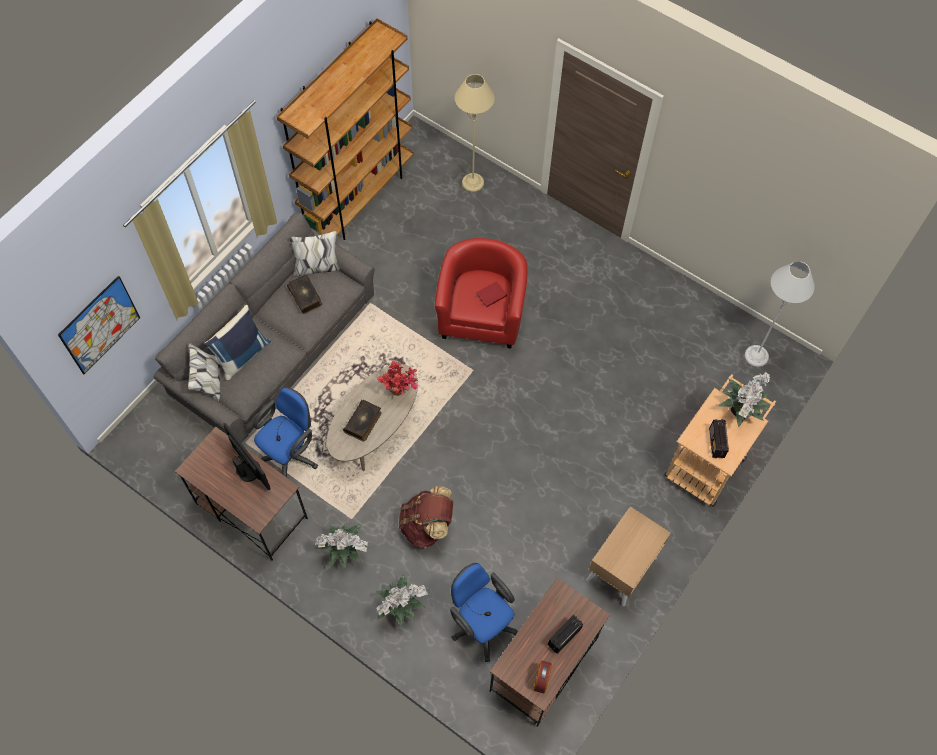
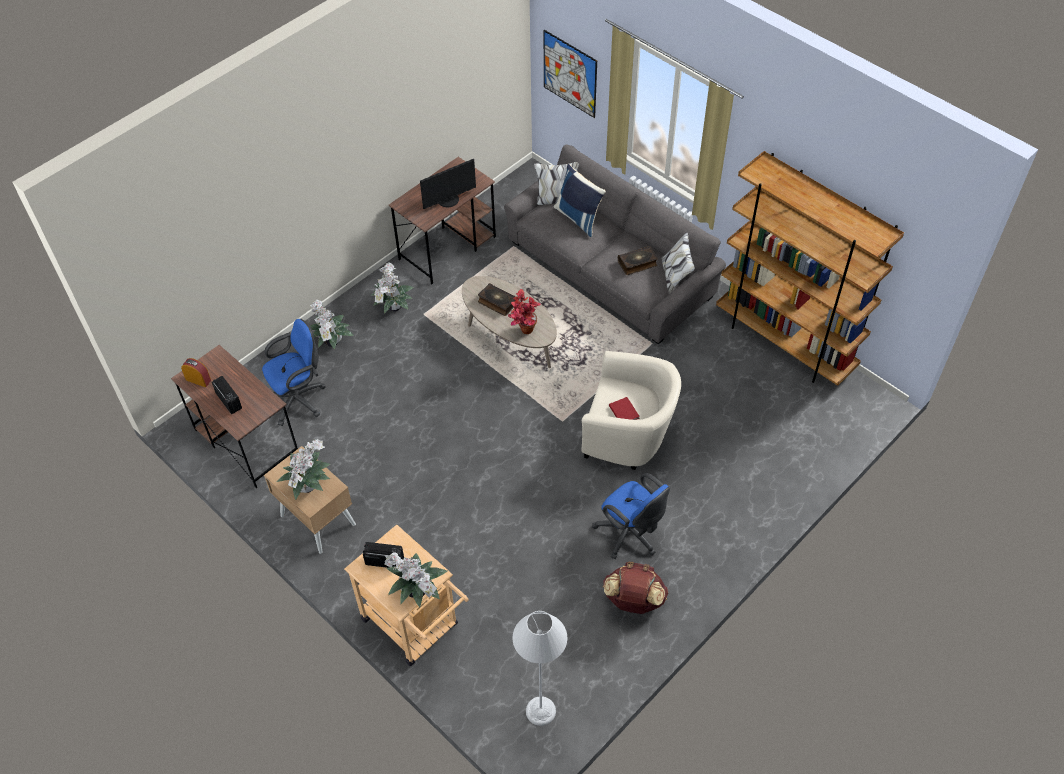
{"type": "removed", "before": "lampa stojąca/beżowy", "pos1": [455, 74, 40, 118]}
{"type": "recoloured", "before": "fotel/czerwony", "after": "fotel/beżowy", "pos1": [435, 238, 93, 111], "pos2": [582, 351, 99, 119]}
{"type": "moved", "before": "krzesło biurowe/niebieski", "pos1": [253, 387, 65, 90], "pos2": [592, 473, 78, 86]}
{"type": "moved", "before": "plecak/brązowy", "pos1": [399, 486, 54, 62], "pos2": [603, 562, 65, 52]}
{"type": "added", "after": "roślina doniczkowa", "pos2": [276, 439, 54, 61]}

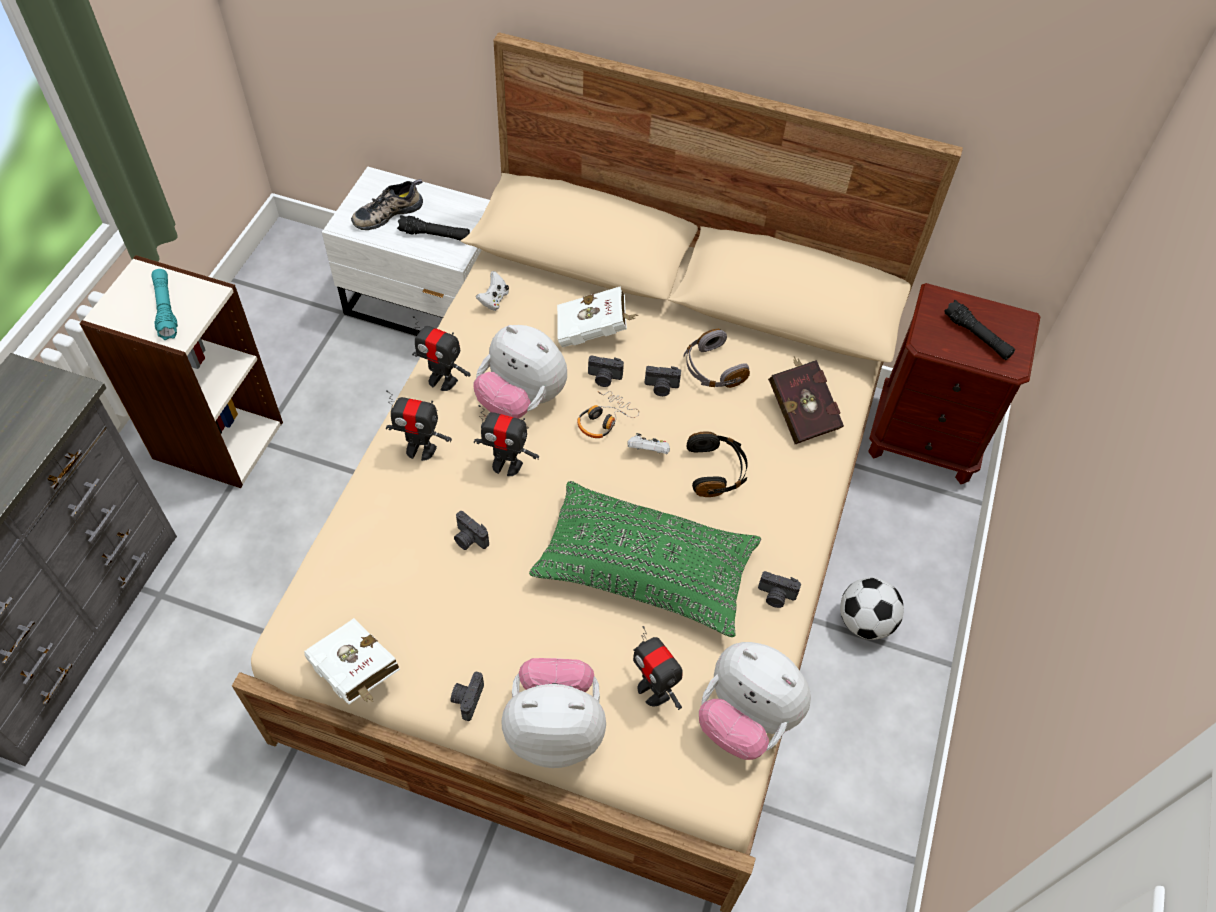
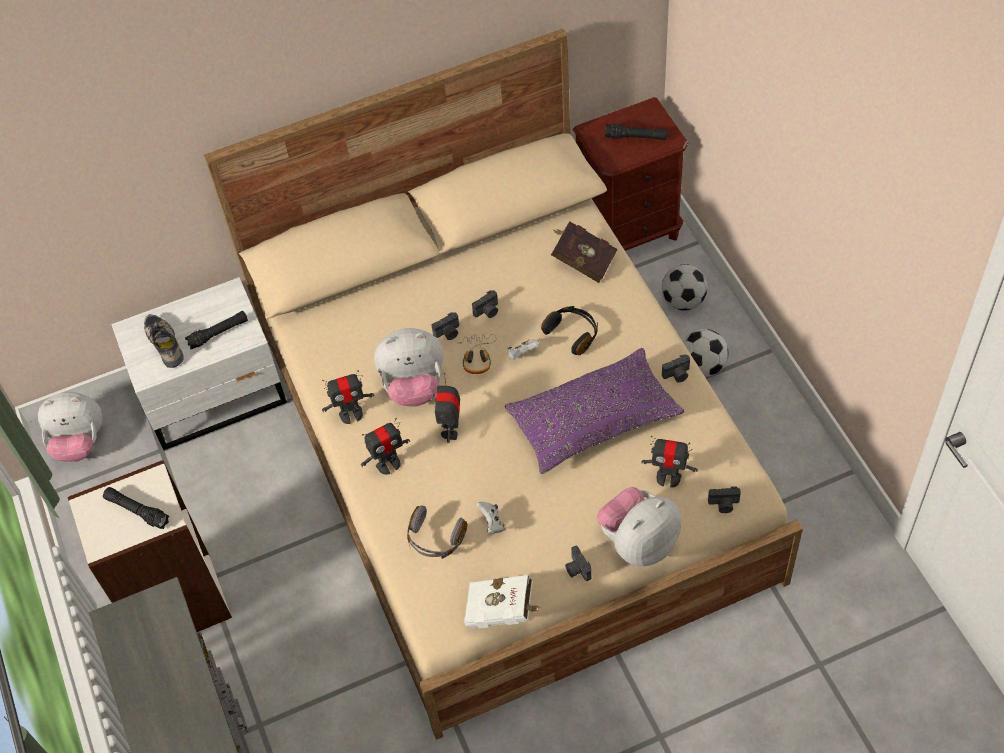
{"type": "turned", "before": "but", "pos1": [351, 179, 72, 51], "pos2": [144, 314, 40, 54], "turn": 135}
{"type": "recoloured", "before": "latarka/turkusowy", "after": "latarka/czarny", "pos1": [151, 269, 27, 71], "pos2": [103, 487, 66, 42]}
{"type": "moved", "before": "pad do gier/biały", "pos1": [476, 271, 33, 40], "pos2": [476, 502, 30, 31]}
{"type": "removed", "before": "książka/biały", "pos1": [557, 286, 81, 61]}
{"type": "moved", "before": "słuchawki/szary", "pos1": [683, 328, 67, 60], "pos2": [407, 505, 60, 54]}
{"type": "turned", "before": "robot zabawkowy", "pos1": [474, 405, 65, 71], "pos2": [434, 373, 26, 70], "turn": 120}
{"type": "recoloured", "before": "poduszka/zielony", "after": "poduszka/fioletowy", "pos1": [529, 481, 232, 156], "pos2": [505, 348, 179, 126]}
{"type": "moved", "before": "aparat fotograficzny", "pos1": [454, 511, 35, 39], "pos2": [708, 486, 33, 27]}
{"type": "moved", "before": "pluszak", "pos1": [699, 642, 112, 118], "pos2": [38, 392, 65, 70]}
{"type": "added", "after": "piłka futbolowa", "pos2": [662, 264, 45, 47]}

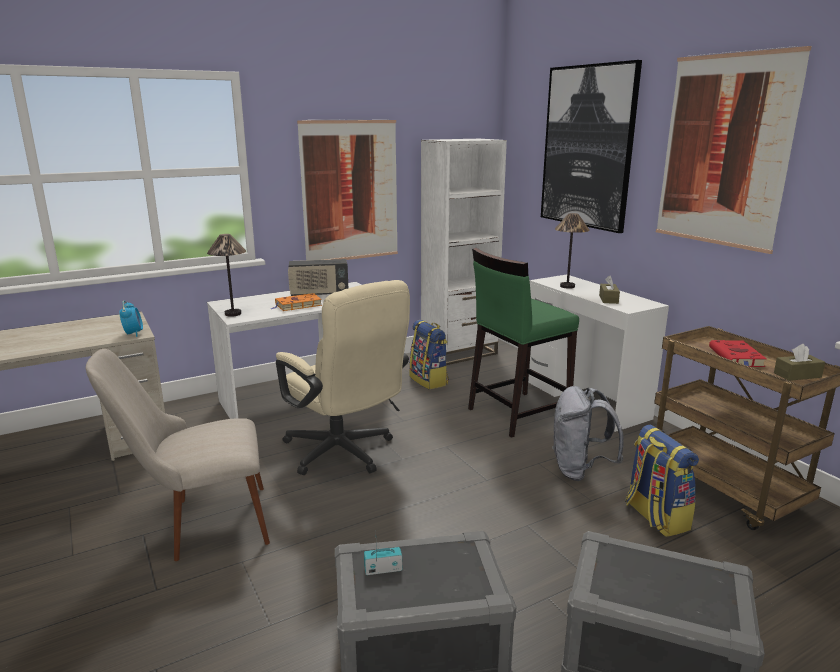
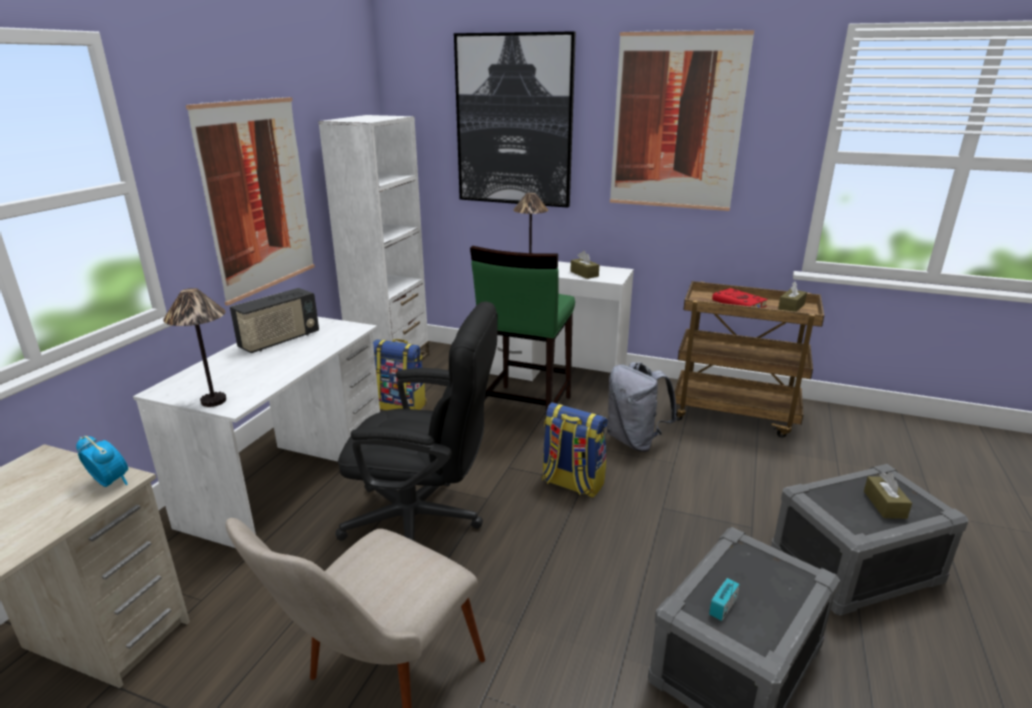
{"type": "recoloured", "before": "krzesło biurowe/beżowy", "after": "krzesło biurowe/czarny", "pos1": [276, 280, 134, 195], "pos2": [335, 301, 163, 240]}
{"type": "removed", "before": "książka/pomarańczowy", "pos1": [271, 293, 51, 18]}
{"type": "moved", "before": "plecak", "pos1": [625, 424, 74, 113], "pos2": [542, 402, 66, 96]}
{"type": "added", "after": "pudełko chusteczek/brązowy", "pos2": [864, 473, 48, 46]}

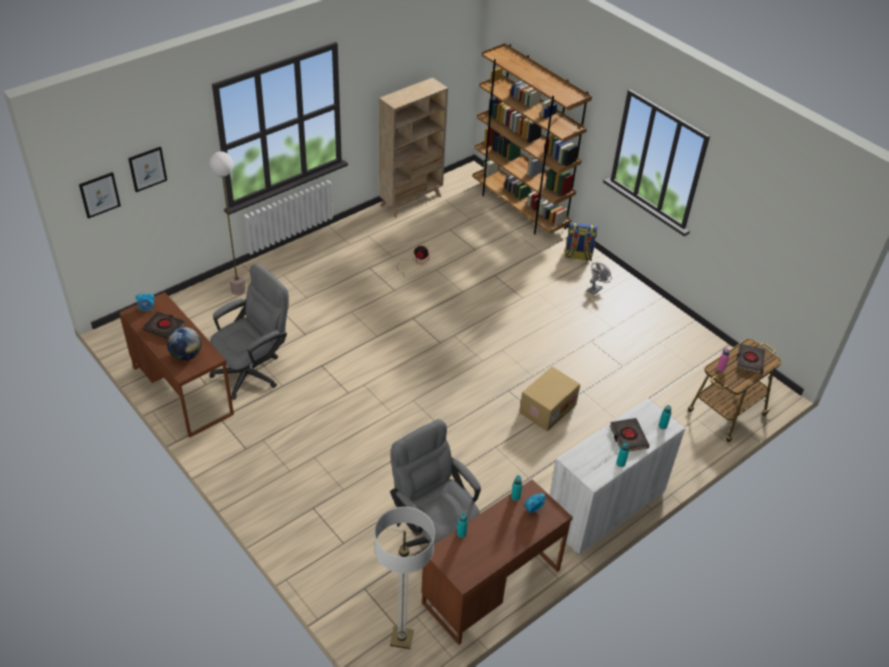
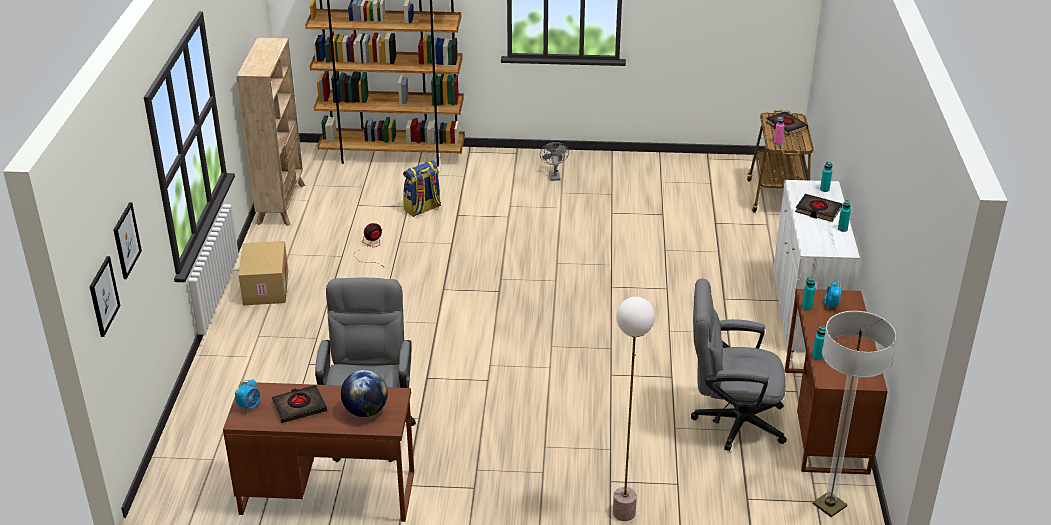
{"type": "moved", "before": "lampa stojąca", "pos1": [209, 151, 36, 144], "pos2": [613, 297, 42, 224]}
{"type": "moved", "before": "plecak", "pos1": [564, 222, 34, 39], "pos2": [403, 160, 38, 57]}
{"type": "moved", "before": "karton", "pos1": [519, 367, 61, 64], "pos2": [239, 241, 49, 64]}

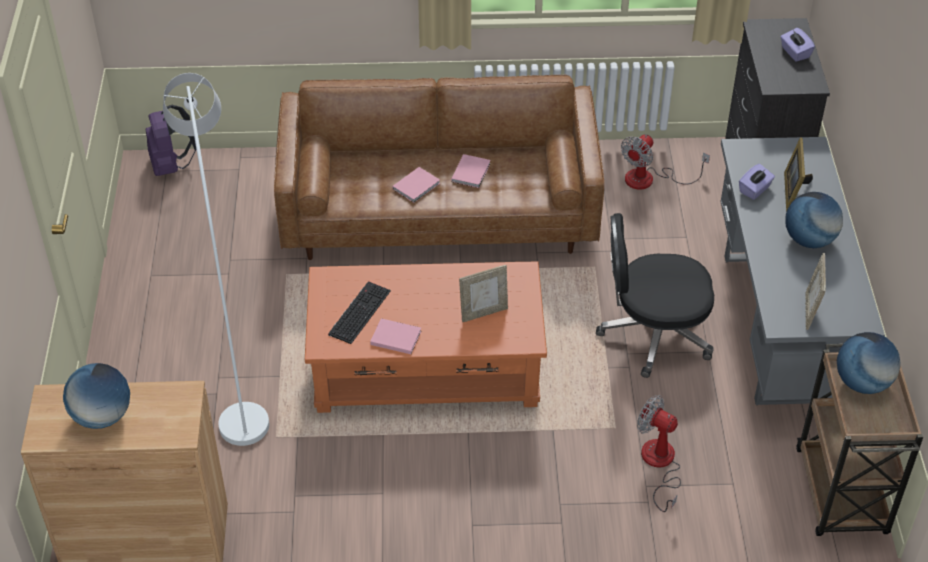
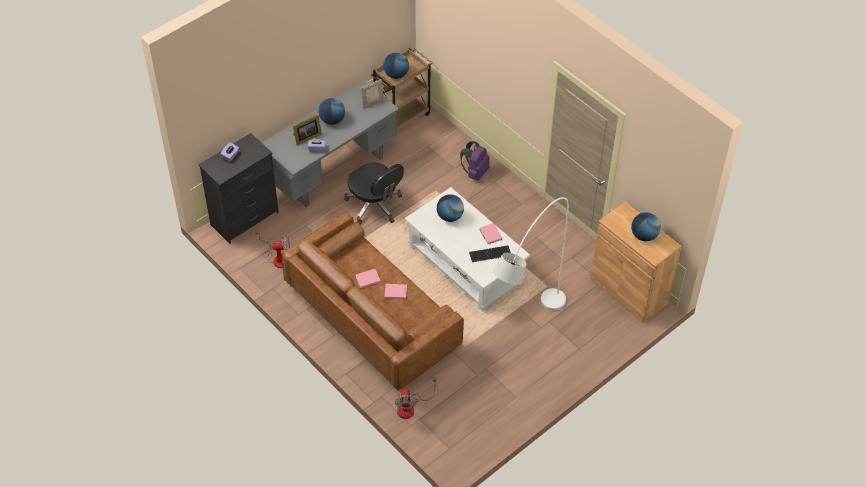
{"type": "moved", "before": "plecak/fioletowy", "pos1": [145, 105, 51, 71], "pos2": [460, 141, 30, 40]}
{"type": "recoloured", "before": "ława/pomarańczowy", "after": "ława/biały", "pos1": [305, 261, 242, 152], "pos2": [405, 187, 125, 124]}
{"type": "replaced", "before": "ramka na zdjęcie", "after": "globus", "pos1": [459, 265, 49, 57], "pos2": [437, 194, 27, 28]}
{"type": "moved", "before": "wentylator", "pos1": [637, 395, 44, 117], "pos2": [395, 378, 42, 41]}

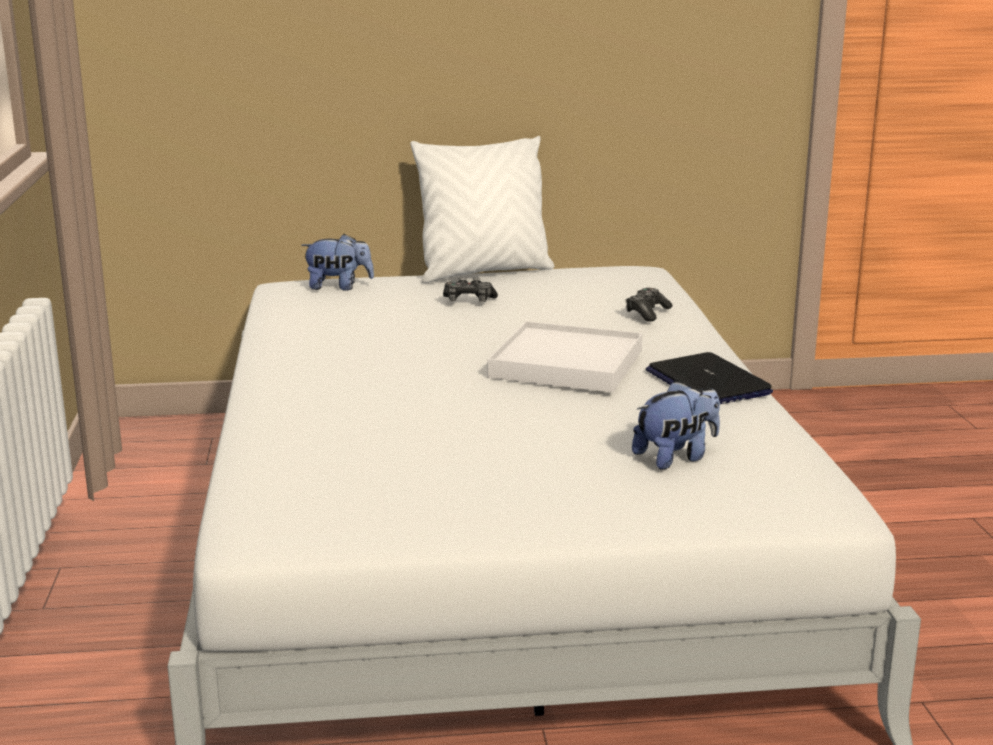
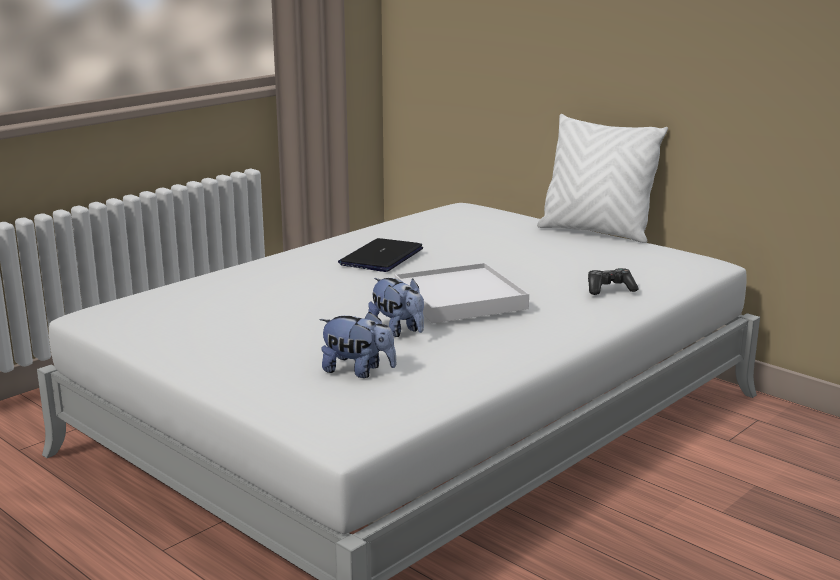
{"type": "moved", "before": "pluszak", "pos1": [301, 234, 73, 57], "pos2": [368, 278, 56, 59]}
{"type": "removed", "before": "pad do gier", "pos1": [443, 277, 55, 25]}
{"type": "moved", "before": "laptop", "pos1": [646, 352, 127, 52], "pos2": [338, 238, 85, 34]}

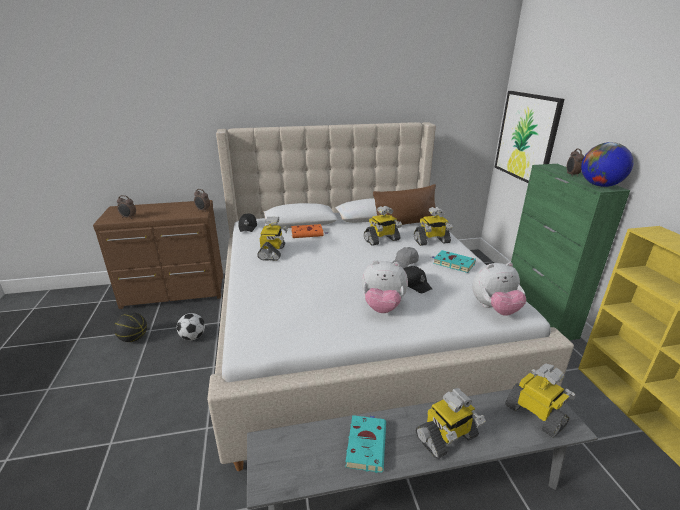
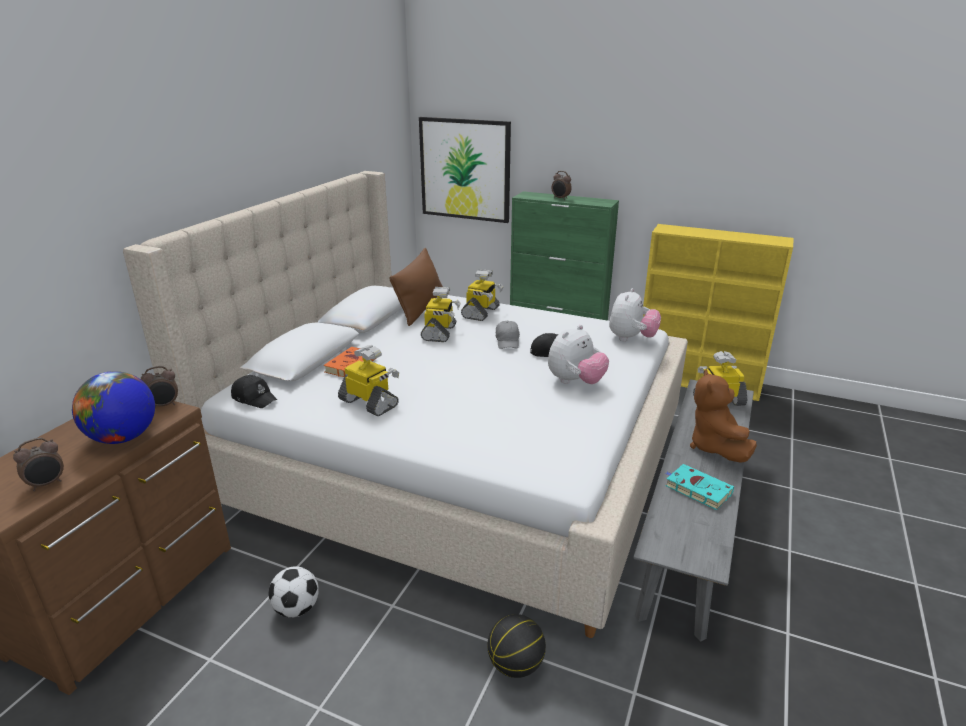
{"type": "moved", "before": "globus", "pos1": [581, 142, 53, 45], "pos2": [72, 371, 83, 73]}
{"type": "removed", "before": "książka/turkusowy", "pos1": [431, 250, 45, 23]}
{"type": "moved", "before": "piłka do koszykówki", "pos1": [114, 312, 33, 30], "pos2": [487, 614, 59, 64]}
{"type": "replaced", "before": "robot zabawkowy", "after": "pluszak/brązowy", "pos1": [416, 388, 70, 71], "pos2": [690, 369, 67, 94]}

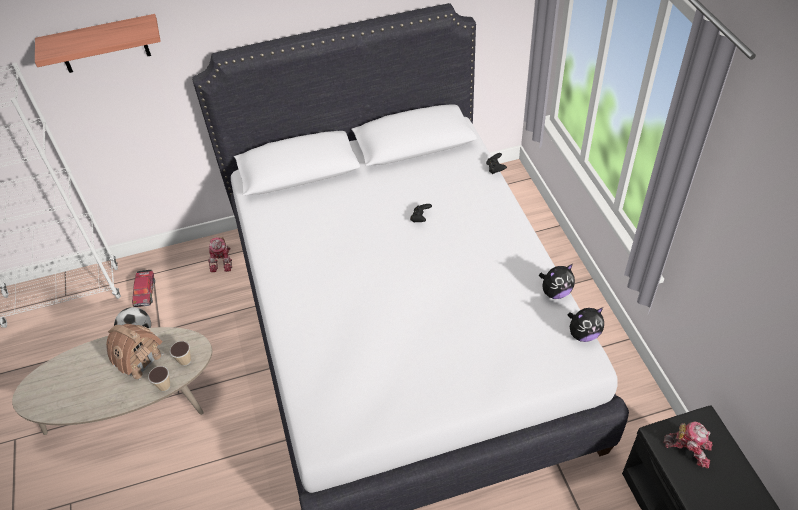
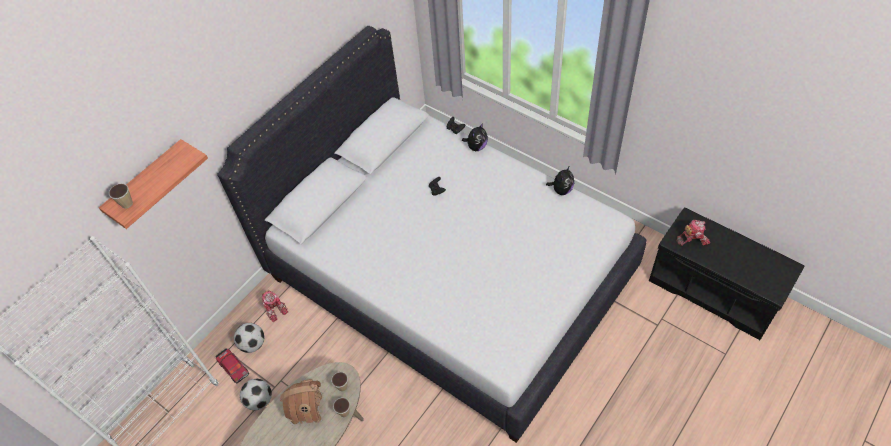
{"type": "moved", "before": "pluszak", "pos1": [568, 307, 36, 35], "pos2": [462, 123, 26, 28]}
{"type": "added", "after": "filiżanka", "pos2": [109, 184, 24, 24]}
{"type": "added", "after": "piłka futbolowa", "pos2": [234, 323, 31, 30]}

